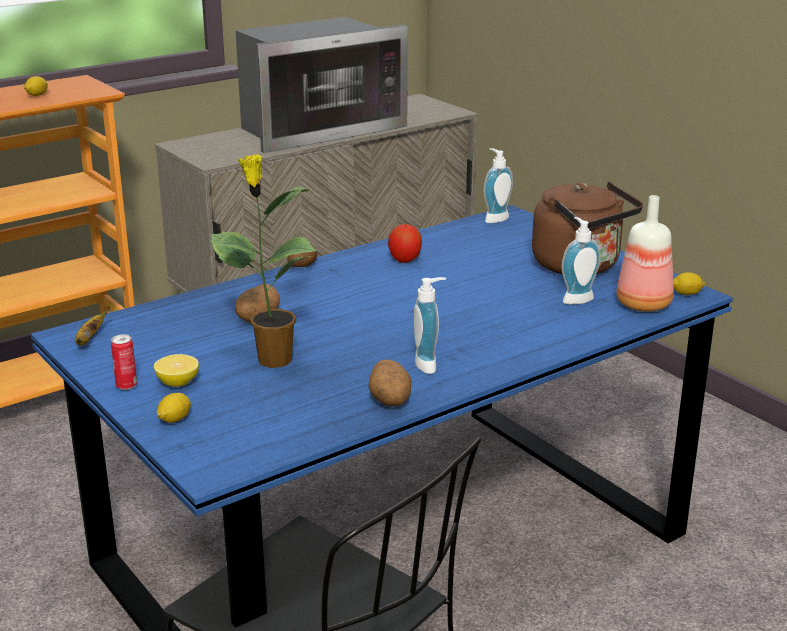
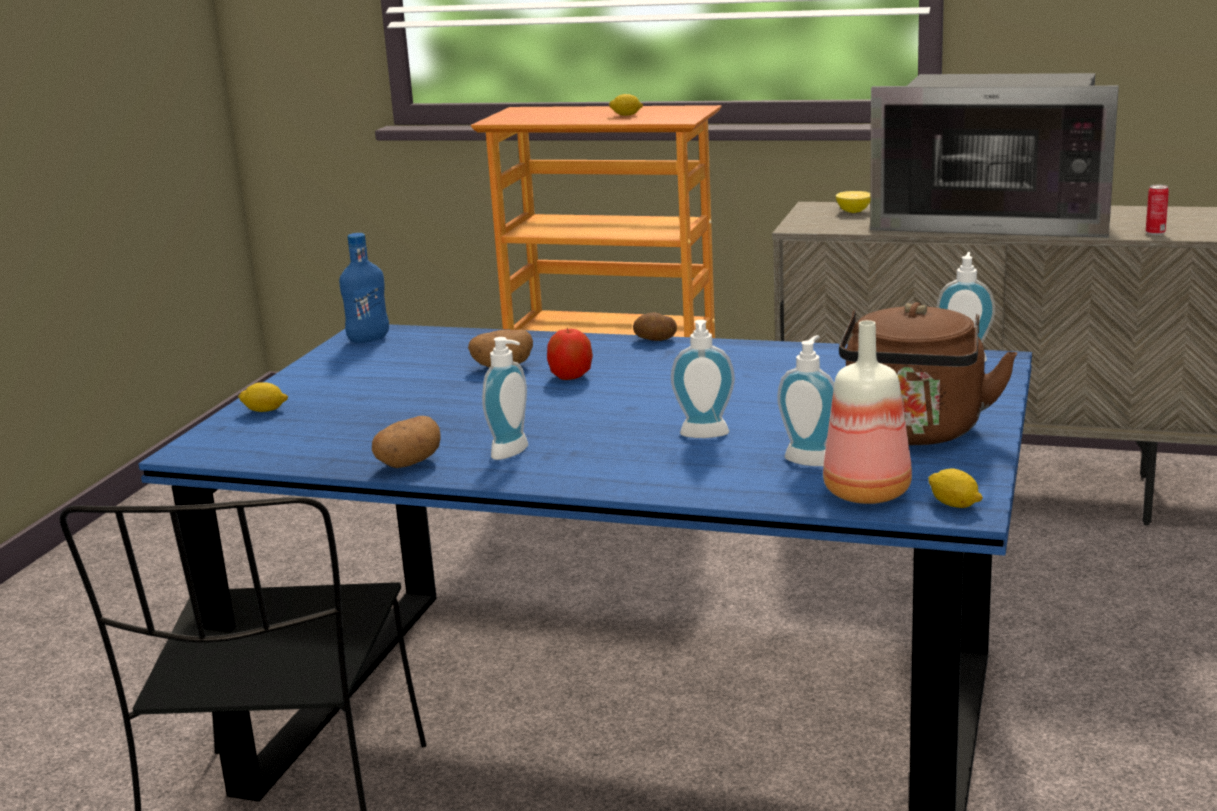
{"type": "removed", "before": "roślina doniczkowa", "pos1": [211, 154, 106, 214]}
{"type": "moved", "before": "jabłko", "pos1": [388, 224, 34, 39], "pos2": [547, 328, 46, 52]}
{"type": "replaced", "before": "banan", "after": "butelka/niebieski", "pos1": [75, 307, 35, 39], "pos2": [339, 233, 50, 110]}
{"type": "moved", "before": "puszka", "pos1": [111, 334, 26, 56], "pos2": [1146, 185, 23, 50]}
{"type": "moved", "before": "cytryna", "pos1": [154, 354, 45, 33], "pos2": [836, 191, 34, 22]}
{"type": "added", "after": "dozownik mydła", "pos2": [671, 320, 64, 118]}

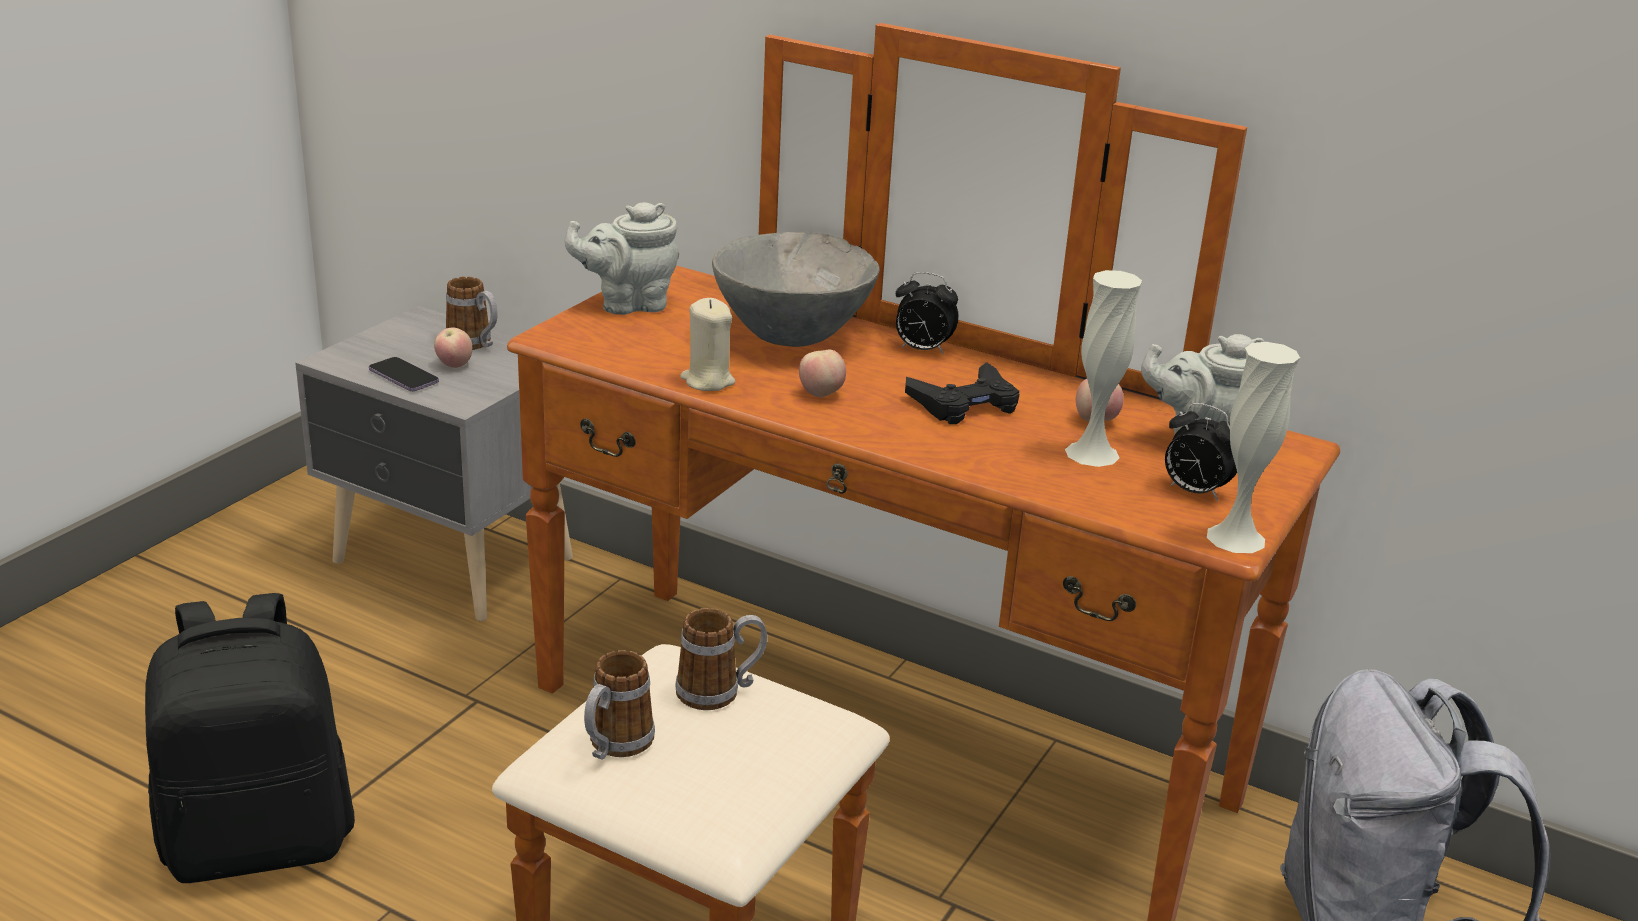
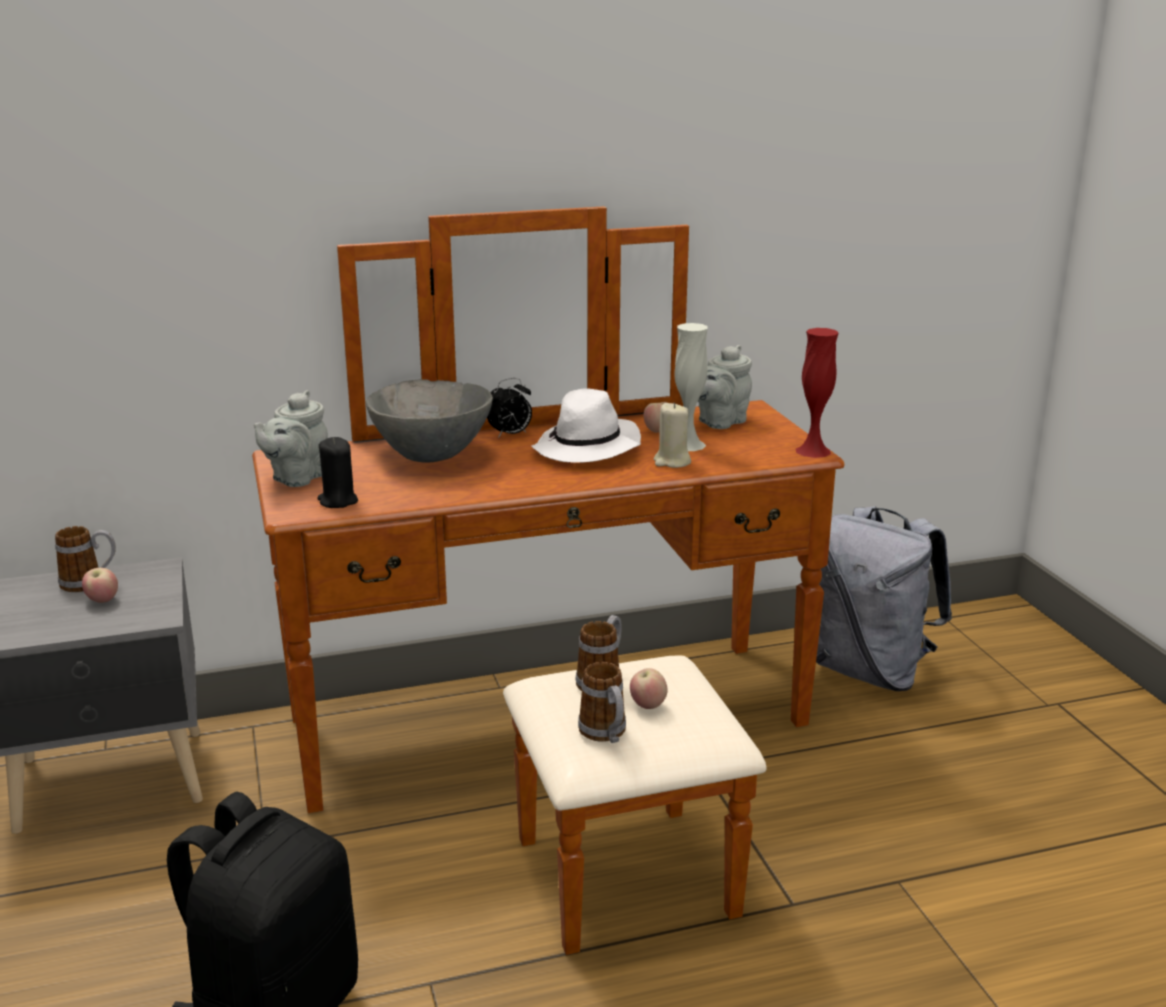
{"type": "moved", "before": "świeca/beżowy", "pos1": [680, 298, 55, 93], "pos2": [654, 402, 37, 66]}
{"type": "recoloured", "before": "wazon/biały", "after": "wazon/czerwony", "pos1": [1207, 342, 93, 211], "pos2": [796, 328, 43, 130]}
{"type": "moved", "before": "jabłko", "pos1": [799, 349, 47, 48], "pos2": [630, 668, 38, 41]}
{"type": "removed", "before": "telefon", "pos1": [369, 357, 70, 34]}
{"type": "replaced", "before": "pad do gier/czarny", "after": "kapelusz/biały", "pos1": [905, 362, 115, 62], "pos2": [531, 389, 110, 74]}
{"type": "removed", "before": "budzik", "pos1": [1165, 403, 72, 98]}
{"type": "added", "after": "świeca/czarny", "pos2": [317, 437, 41, 71]}

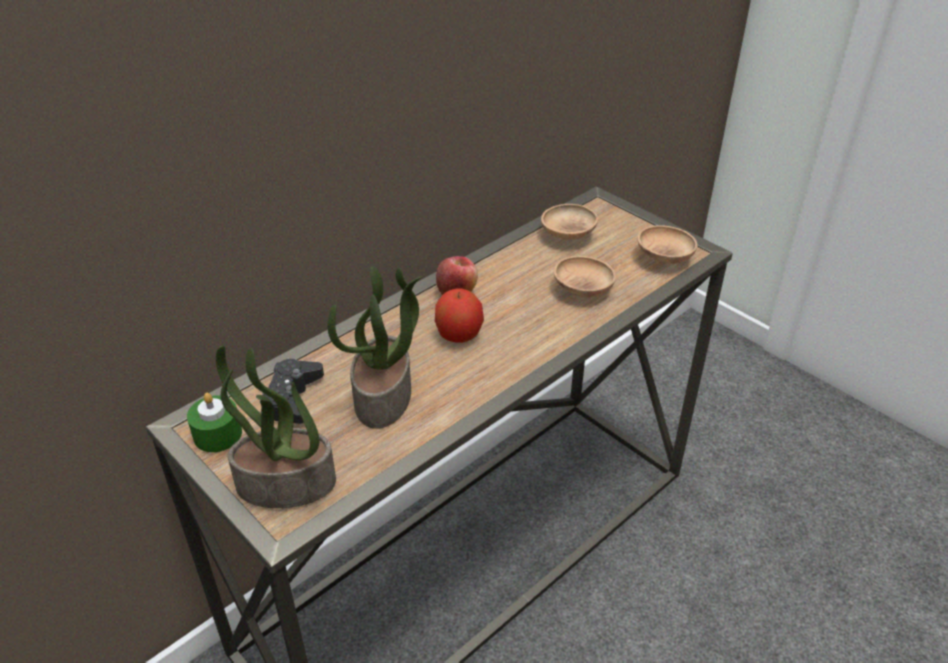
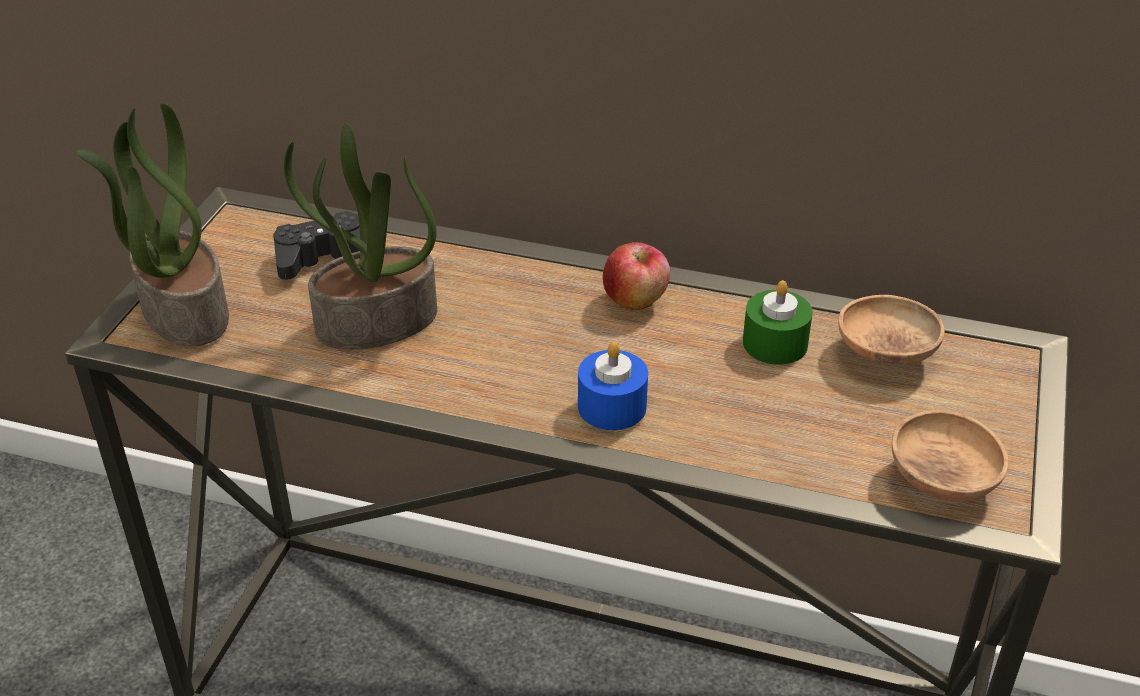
{"type": "removed", "before": "miska/brązowy", "pos1": [554, 256, 62, 42]}
{"type": "removed", "before": "jabłko", "pos1": [435, 288, 49, 55]}
{"type": "moved", "before": "świeca/zielony", "pos1": [187, 393, 55, 59], "pos2": [743, 280, 70, 85]}
{"type": "added", "after": "świeca/niebieski", "pos2": [578, 342, 70, 88]}

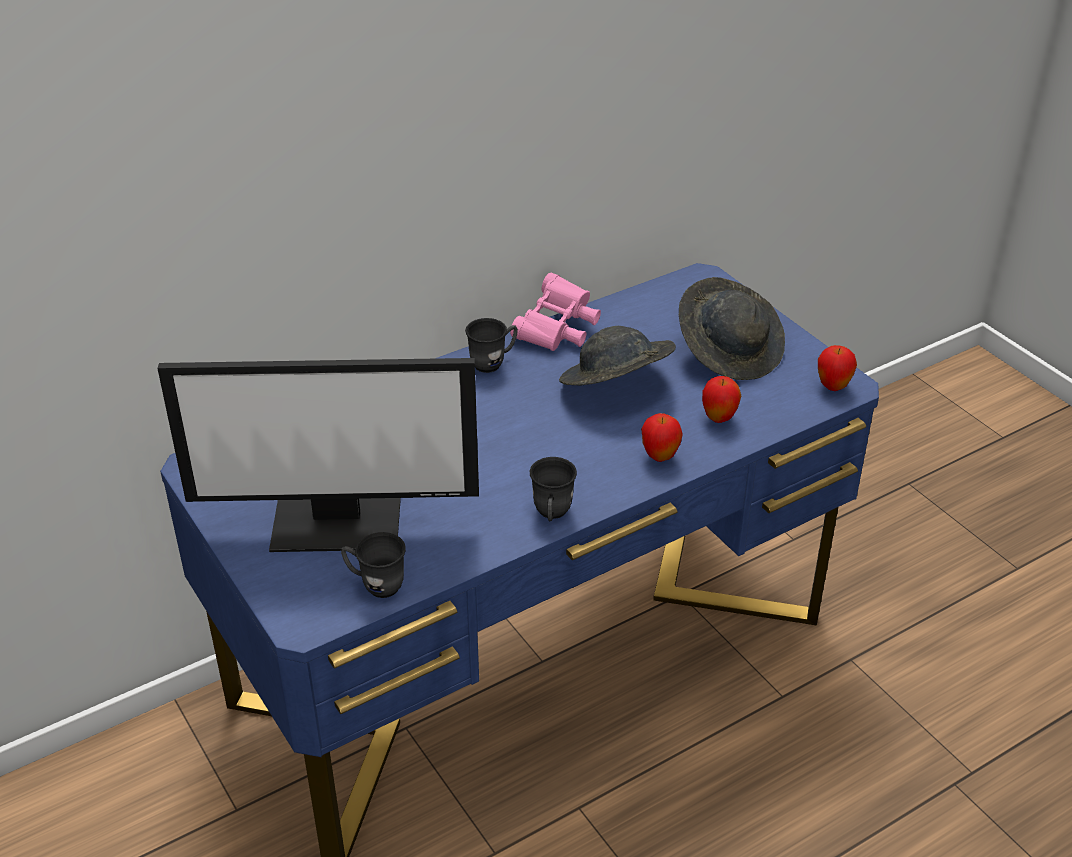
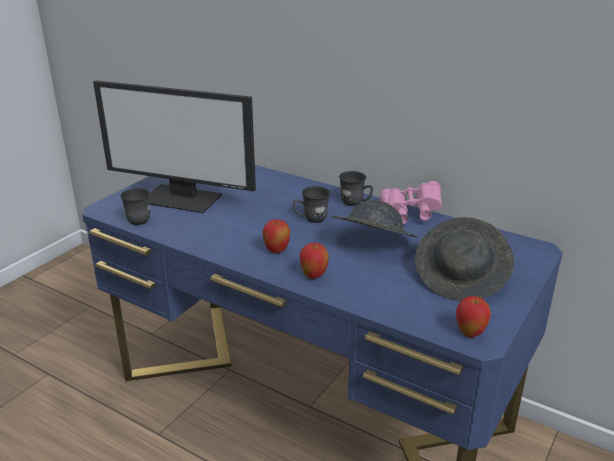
{"type": "turned", "before": "monitor", "pos1": [157, 358, 322, 194], "pos2": [93, 80, 163, 133], "turn": -45}
{"type": "moved", "before": "jabłko", "pos1": [702, 376, 39, 47], "pos2": [262, 219, 28, 34]}
{"type": "moved", "before": "kubek/szary", "pos1": [530, 457, 47, 64], "pos2": [293, 186, 37, 37]}

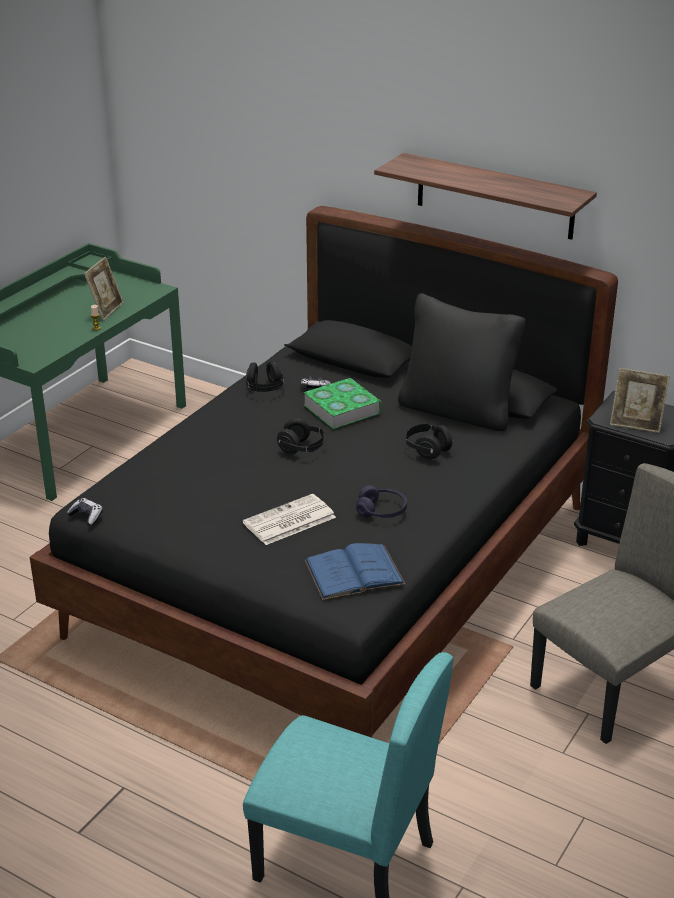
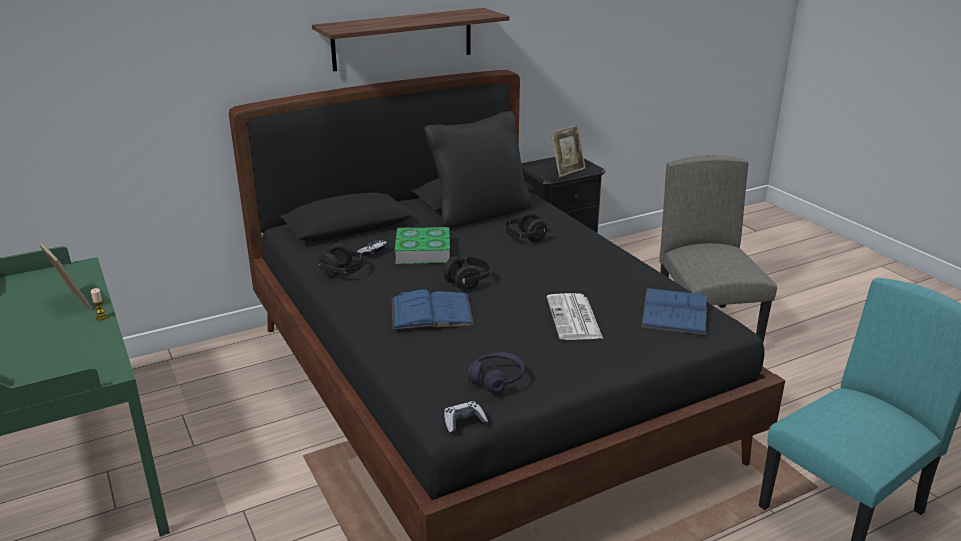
{"type": "moved", "before": "słuchawki/fioletowy", "pos1": [356, 485, 51, 33], "pos2": [468, 352, 56, 41]}
{"type": "added", "after": "książka/niebieski", "pos2": [392, 289, 82, 41]}

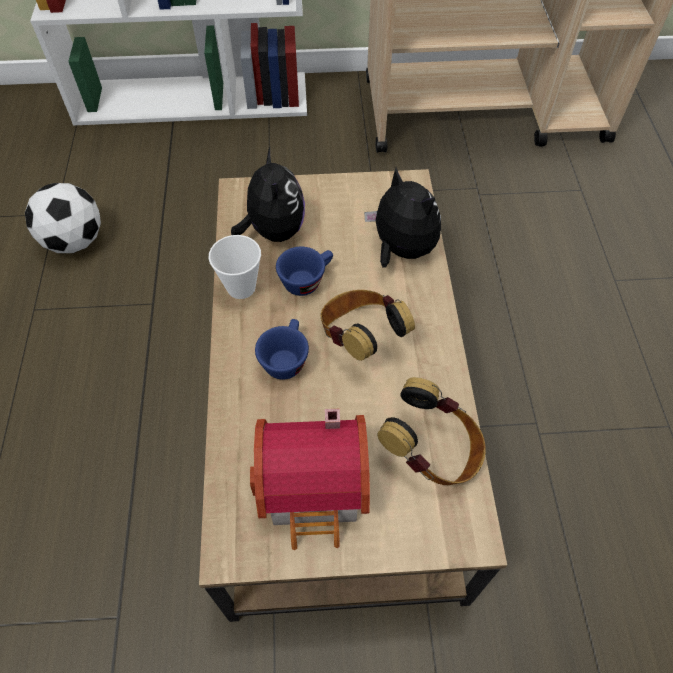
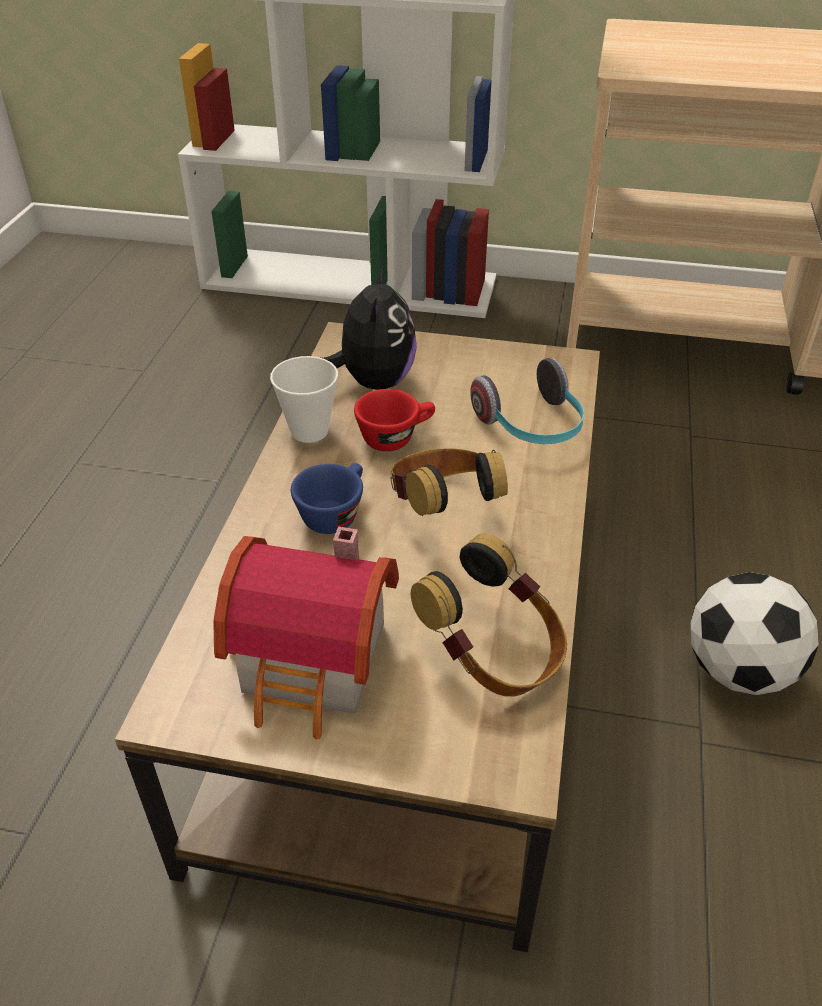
{"type": "replaced", "before": "pluszak", "after": "słuchawki", "pos1": [364, 168, 77, 100], "pos2": [470, 358, 114, 86]}
{"type": "moved", "before": "piłka futbolowa", "pos1": [25, 183, 76, 70], "pos2": [691, 572, 128, 123]}
{"type": "recoloured", "before": "filiżanka/niebieski", "after": "filiżanka/czerwony", "pos1": [276, 247, 57, 49], "pos2": [354, 389, 81, 62]}

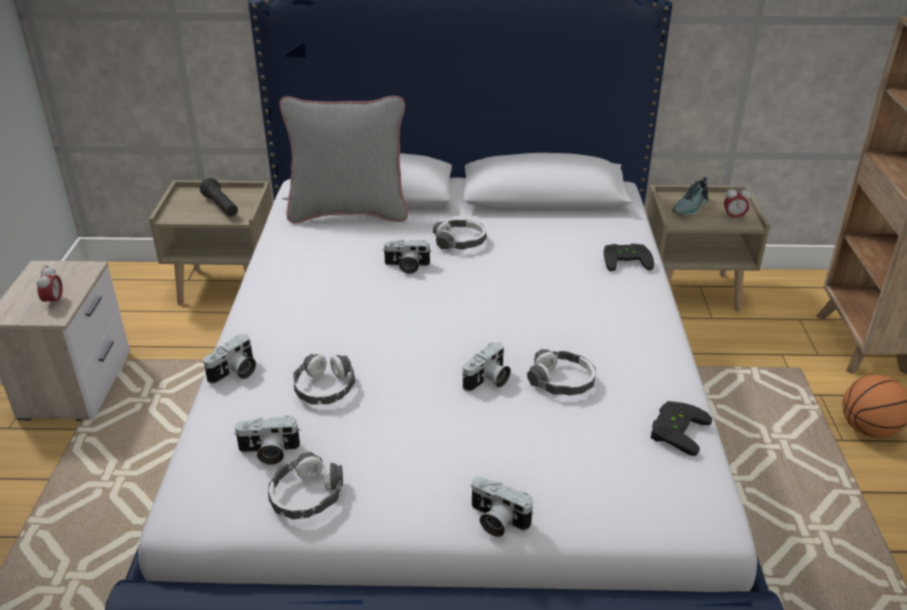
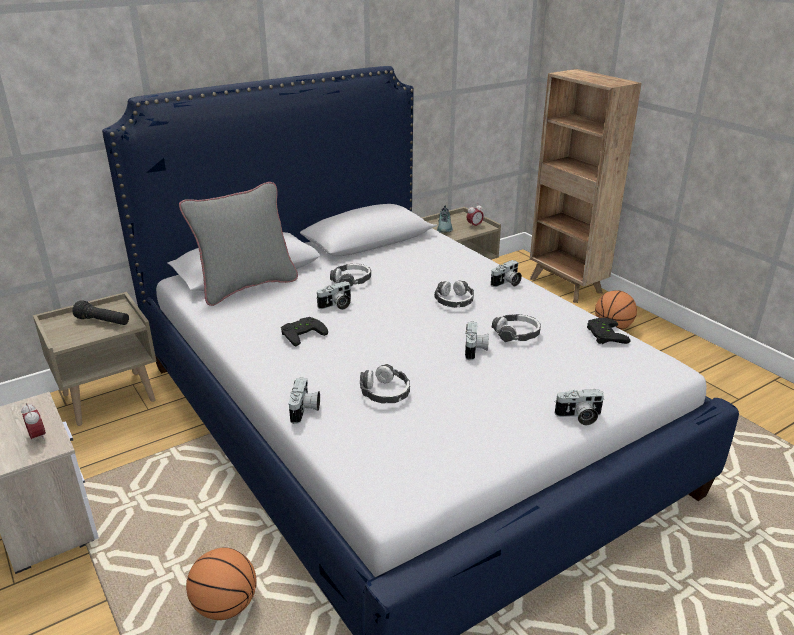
{"type": "moved", "before": "pad do gier/czarny", "pos1": [604, 244, 50, 27], "pos2": [281, 317, 47, 30]}
{"type": "moved", "before": "aparat fotograficzny", "pos1": [234, 416, 67, 49], "pos2": [491, 260, 31, 27]}
{"type": "moved", "before": "słuchawki", "pos1": [268, 452, 75, 67], "pos2": [435, 281, 39, 27]}
{"type": "added", "after": "piłka do koszykówki", "pos2": [186, 548, 71, 72]}

